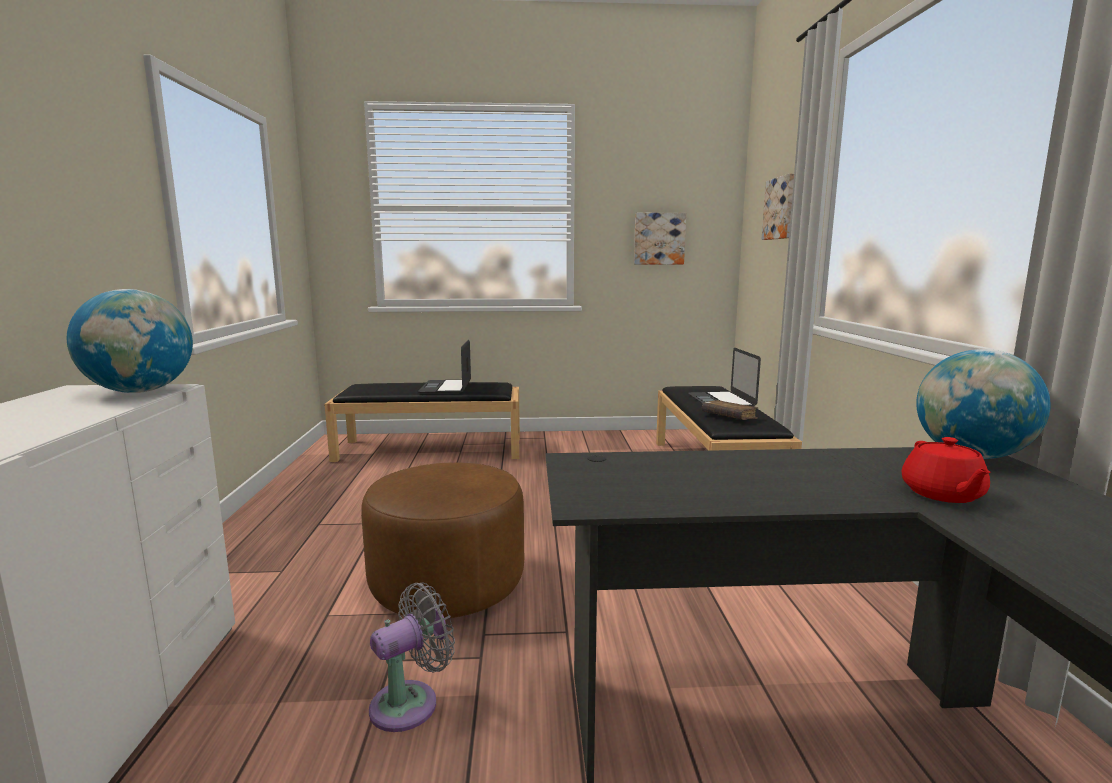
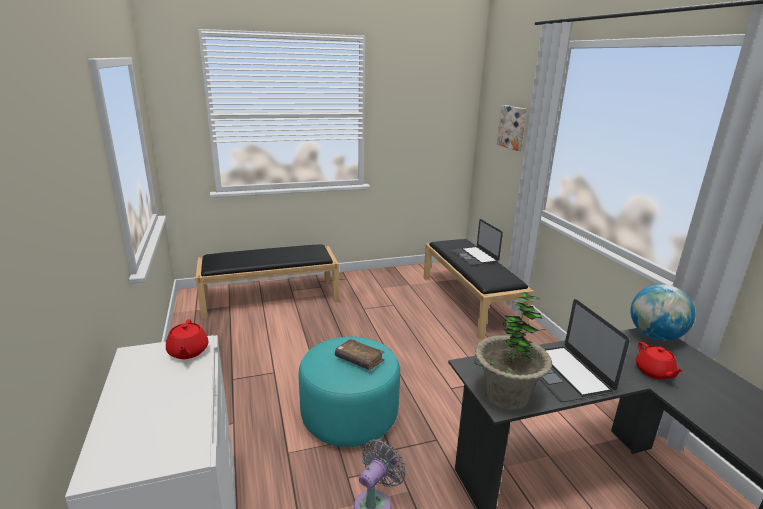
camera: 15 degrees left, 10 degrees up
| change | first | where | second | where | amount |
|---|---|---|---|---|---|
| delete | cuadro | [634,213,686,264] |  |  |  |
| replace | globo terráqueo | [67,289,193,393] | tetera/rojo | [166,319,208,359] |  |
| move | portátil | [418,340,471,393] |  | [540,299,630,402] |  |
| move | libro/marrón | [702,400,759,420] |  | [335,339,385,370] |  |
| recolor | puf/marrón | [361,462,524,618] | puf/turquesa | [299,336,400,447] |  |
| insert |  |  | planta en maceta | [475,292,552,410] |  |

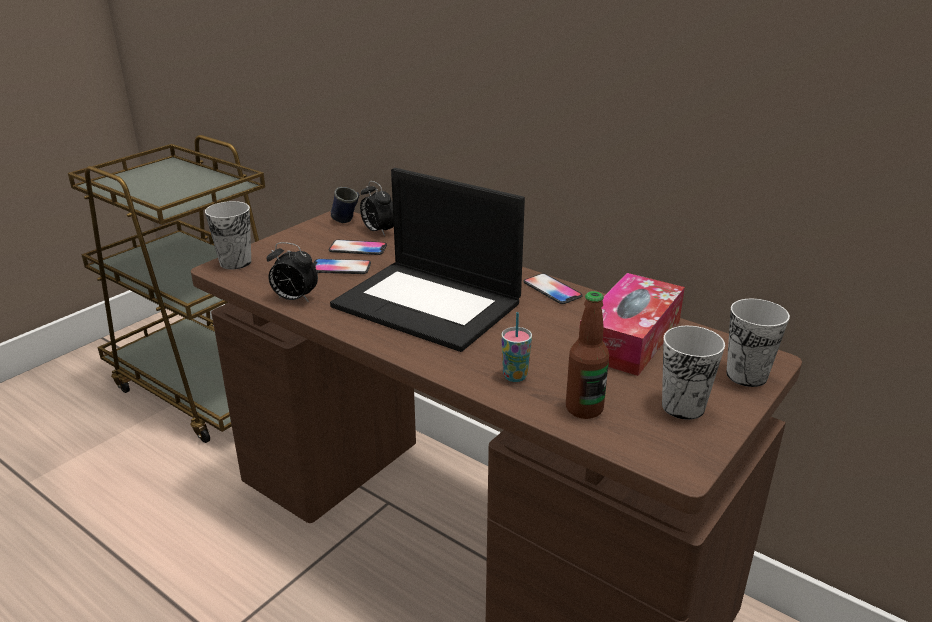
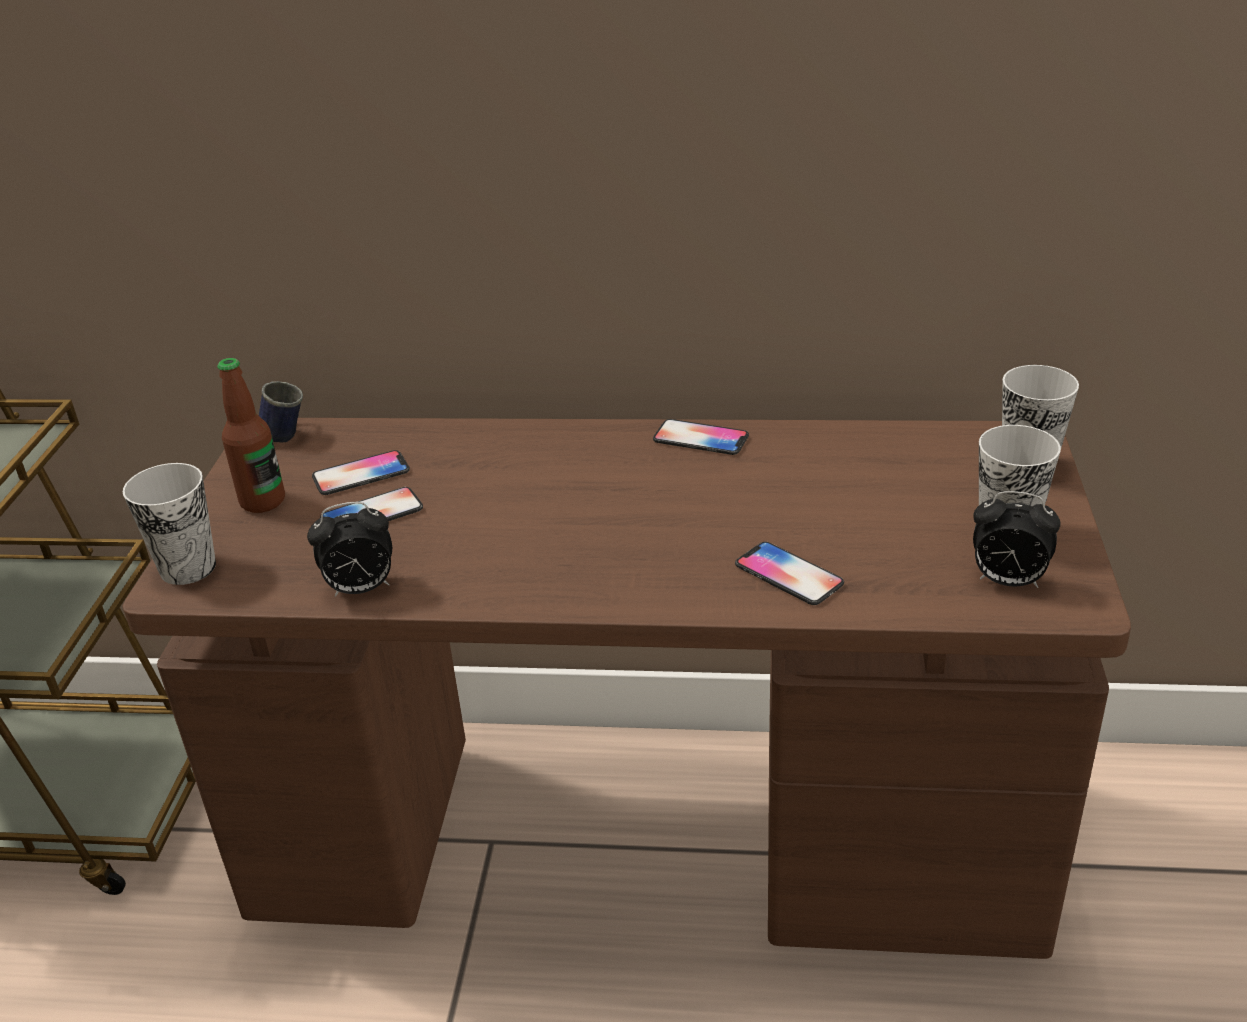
camera: 30 degrees left, 5 degrees up
| change | first | where | second | where | amount |
|---|---|---|---|---|---|
| delete | portátil | [330,168,525,352] |  |  |  |
| move | despertador | [360,181,394,236] |  | [973,491,1060,588] |  |
| delete | caja de pañuelos | [580,273,685,376] |  |  |  |
| move | botella | [566,291,609,419] |  | [217,358,285,513] |  |
| replace | taza | [501,312,532,382] | móvil | [735,542,844,605] |  |

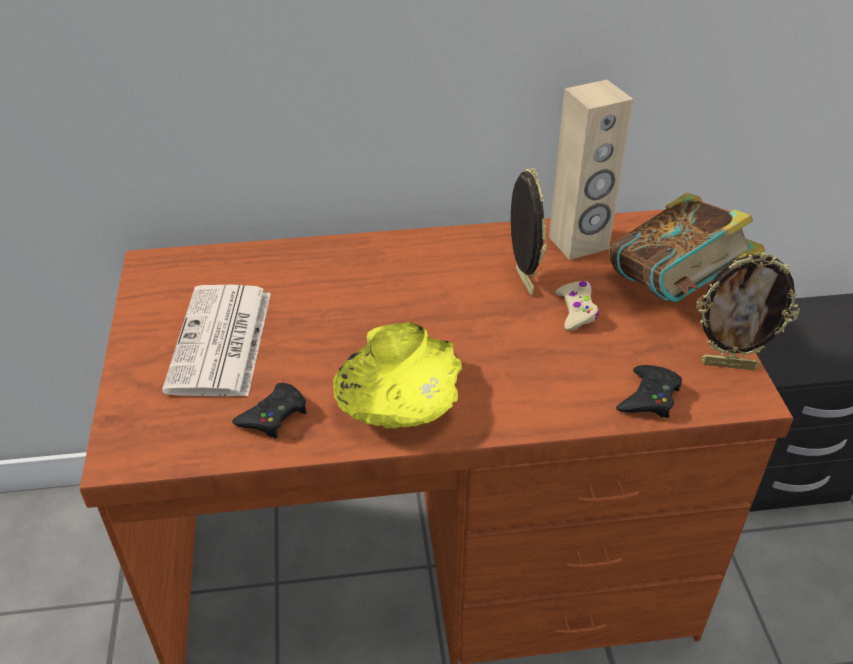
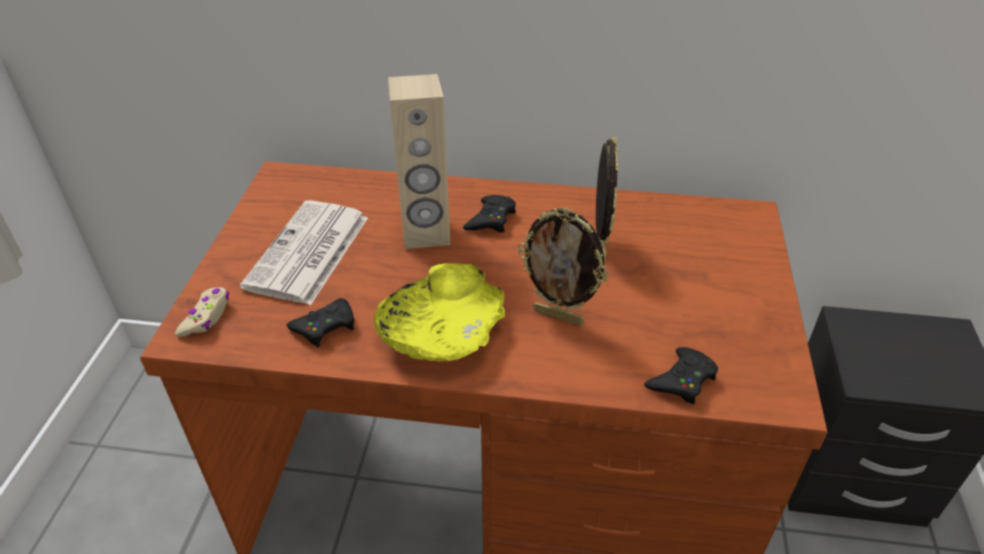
camera: 15 degrees right, 0 degrees up
| change | first | where | second | where | amount |
|---|---|---|---|---|---|
| move | altavoz/beis | [549,80,633,260] |  | [388,74,450,249] |  |
| delete | libro | [609,193,765,302] |  |  |  |
| move | portarretratos | [696,252,800,370] |  | [518,207,609,326] |  |
| move | mando de consola/beis | [556,281,599,331] |  | [175,287,229,337] |  |
| insert |  |  | mando de consola/negro | [463,195,516,232] |  |

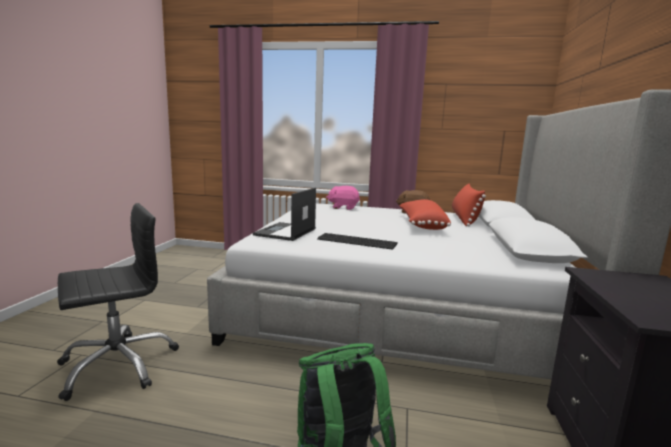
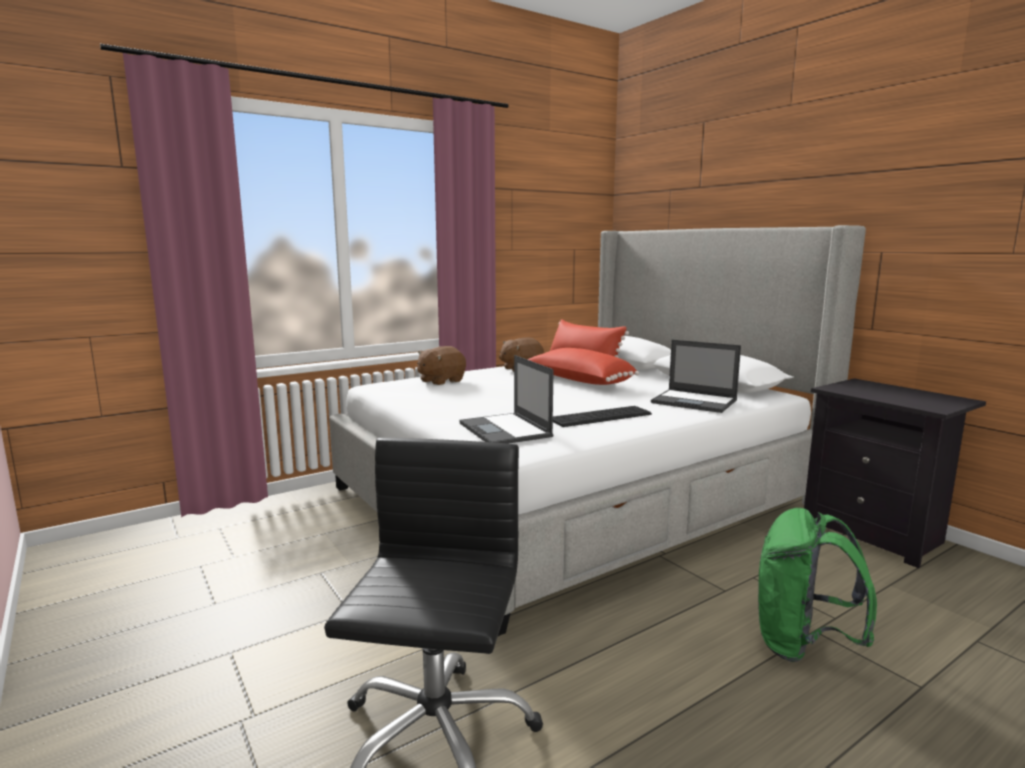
camera: 45 degrees left, 0 degrees up
| change | first | where | second | where | amount |
|---|---|---|---|---|---|
| recolor | peluche/rosa | [326,186,360,210] | peluche/marrón | [417,346,466,385] |  |
| insert |  |  | portátil | [651,340,741,413] |  |

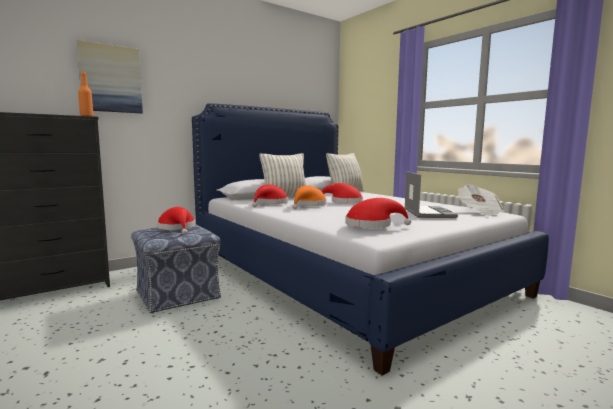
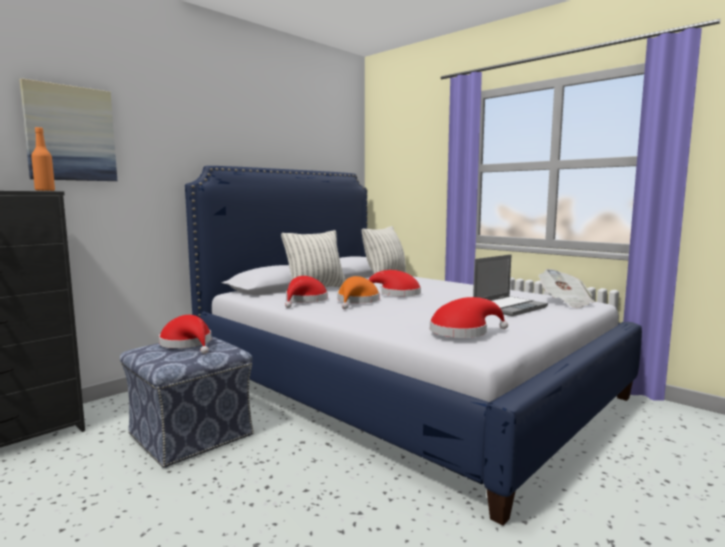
camera: 10 degrees left, 0 degrees up
| change | first | where | second | where | amount |
|---|---|---|---|---|---|
| rotate | portátil | [404,171,458,218] |  | [473,254,548,316] | 60 degrees clockwise |

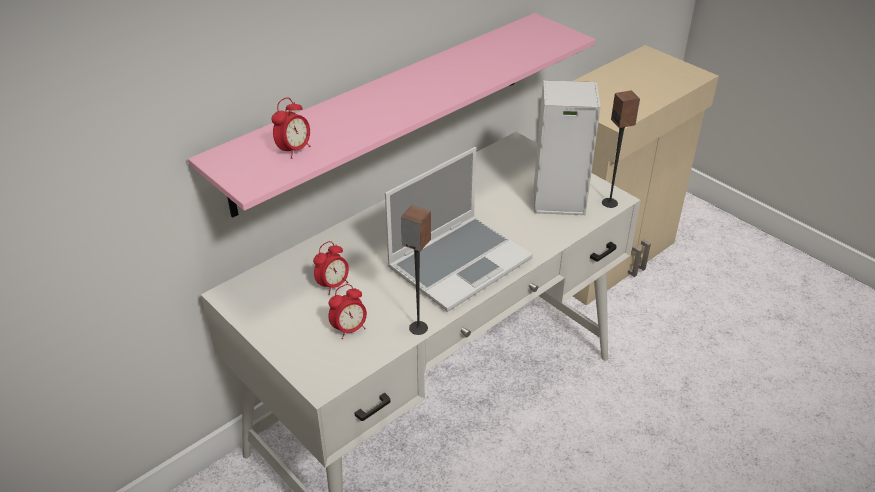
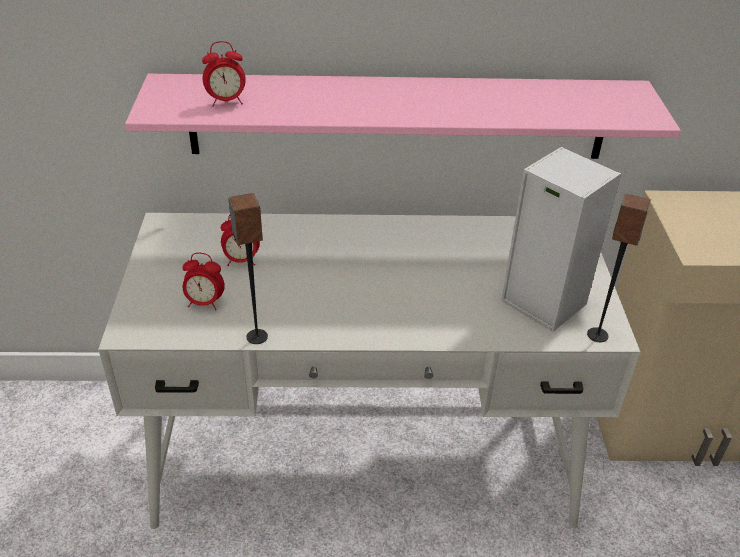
camera: 40 degrees right, 0 degrees up
| change | first | where | second | where | amount |
|---|---|---|---|---|---|
| delete | portátil | [385,147,533,312] |  |  |  |

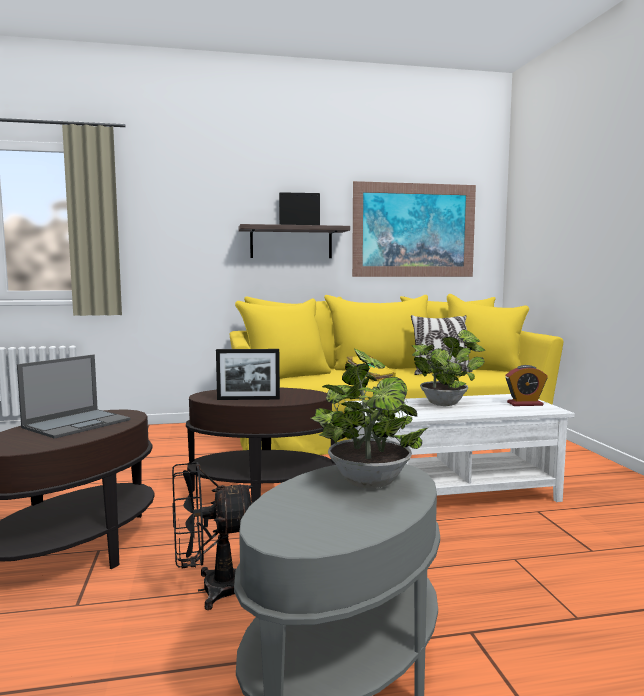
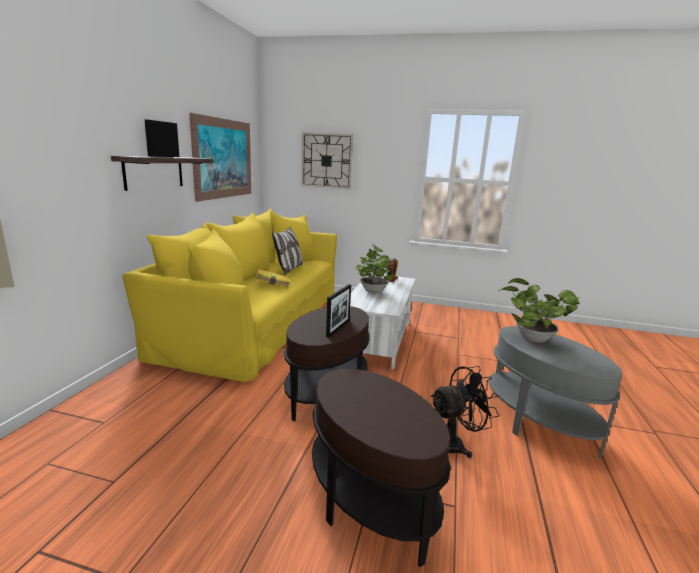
camera: 65 degrees left, 10 degrees up
| change | first | where | second | where | amount |
|---|---|---|---|---|---|
| delete | portátil | [17,354,131,439] |  |  |  |
| rotate | ventilador/negro | [172,462,254,610] |  | [431,366,499,458] | 120 degrees counterclockwise |
| insert |  |  | reloj de pared | [301,132,353,190] |  |

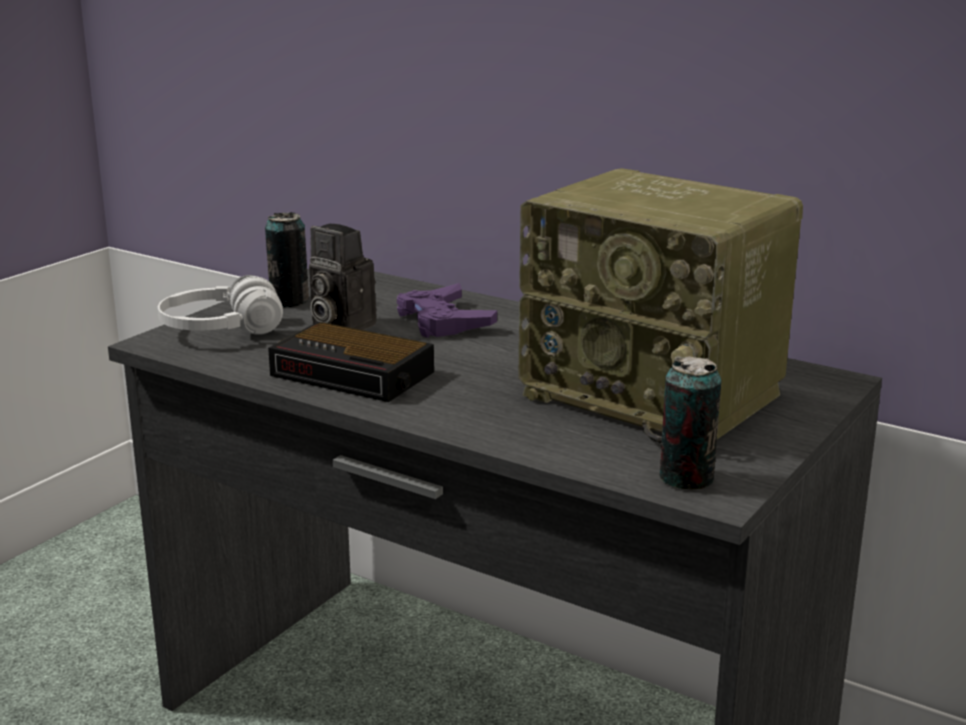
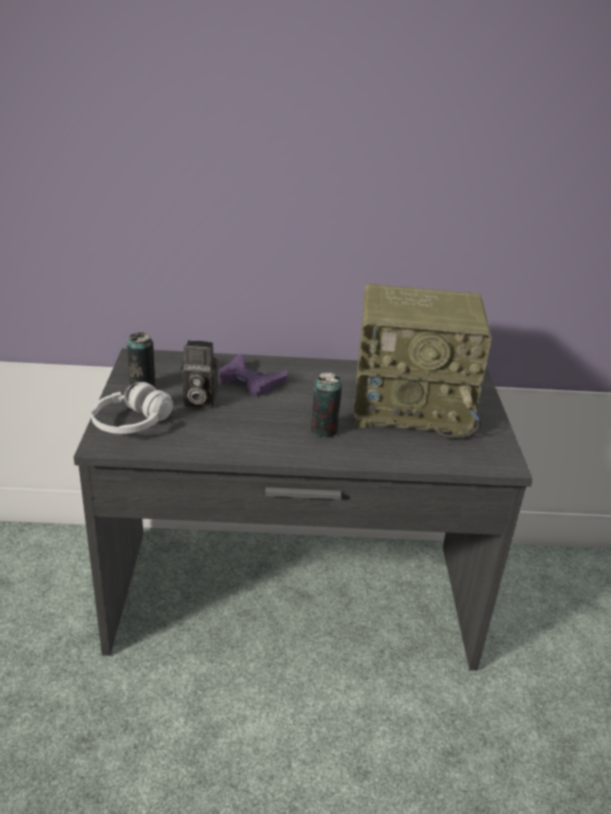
camera: 35 degrees left, 10 degrees up
| change | first | where | second | where | amount |
|---|---|---|---|---|---|
| delete | despertador | [268,322,434,402] |  |  |  |
| move | lata | [660,356,721,489] |  | [311,372,342,438] |  |

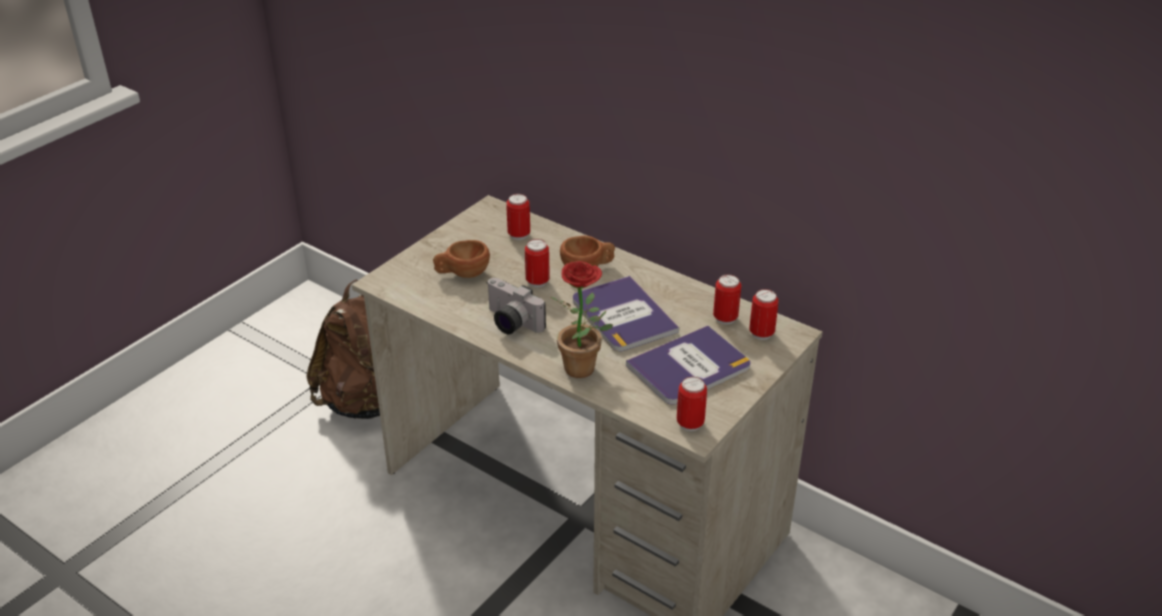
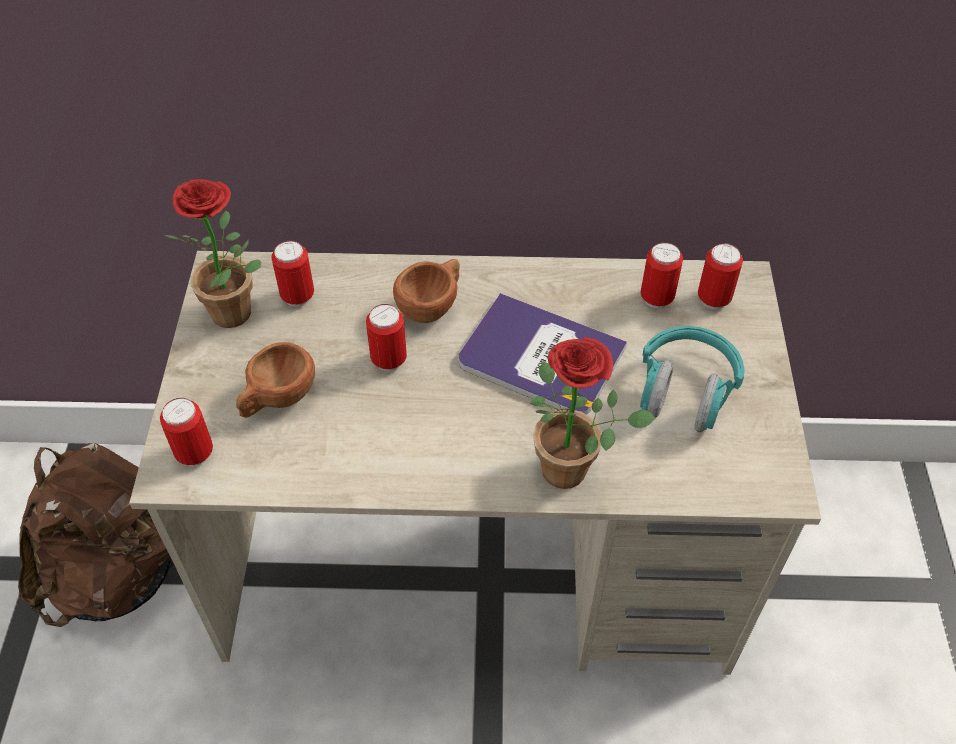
camera: 35 degrees left, 15 degrees up
| change | first | where | second | where | amount |
|---|---|---|---|---|---|
| delete | cámara | [487,278,546,334] |  |  |  |
| replace | libro | [626,326,751,405] | auriculares/turquesa | [640,326,745,432] |  |
| move | lata | [677,377,707,431] |  | [160,398,213,466] |  |
| insert |  |  | planta en maceta | [164,179,261,328] |  |

